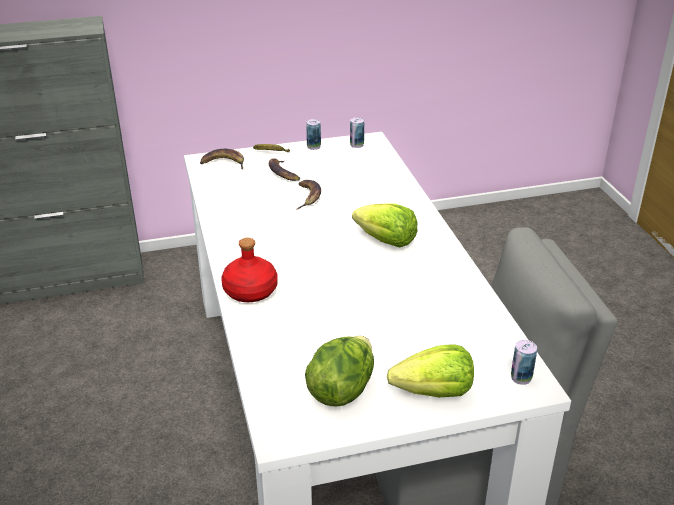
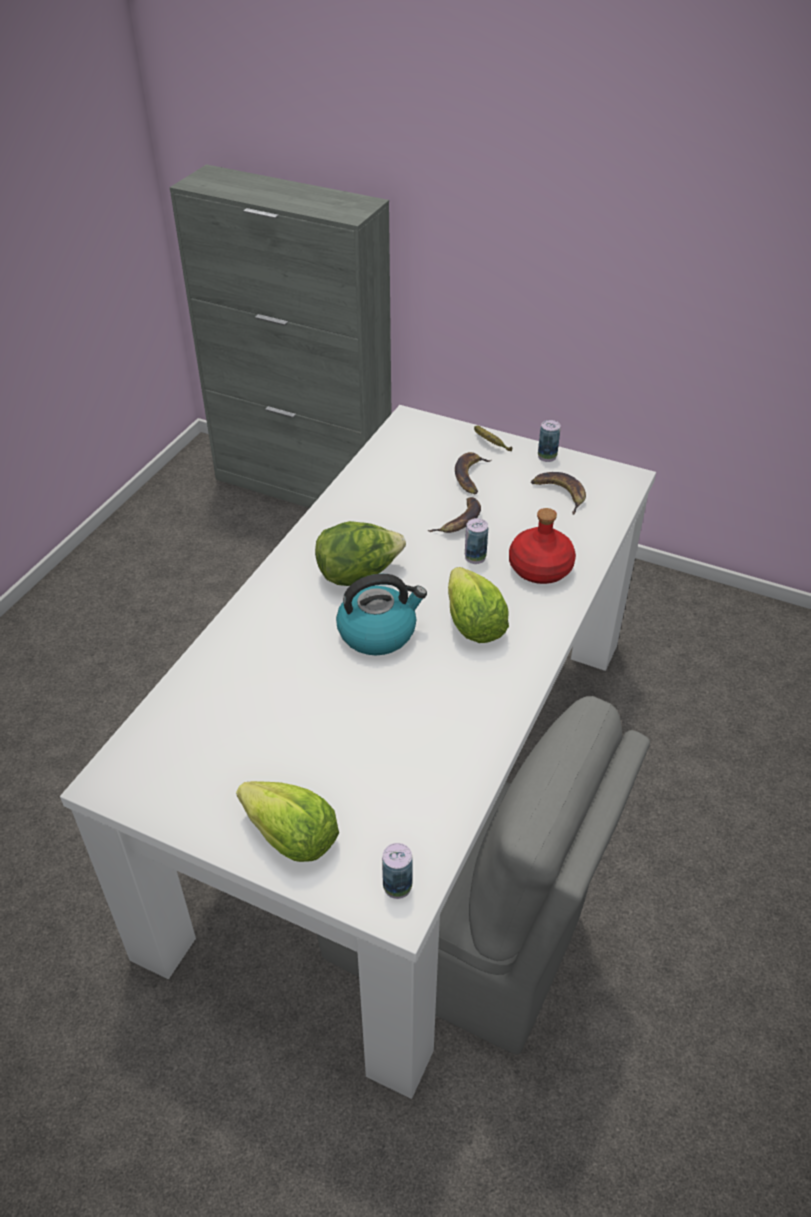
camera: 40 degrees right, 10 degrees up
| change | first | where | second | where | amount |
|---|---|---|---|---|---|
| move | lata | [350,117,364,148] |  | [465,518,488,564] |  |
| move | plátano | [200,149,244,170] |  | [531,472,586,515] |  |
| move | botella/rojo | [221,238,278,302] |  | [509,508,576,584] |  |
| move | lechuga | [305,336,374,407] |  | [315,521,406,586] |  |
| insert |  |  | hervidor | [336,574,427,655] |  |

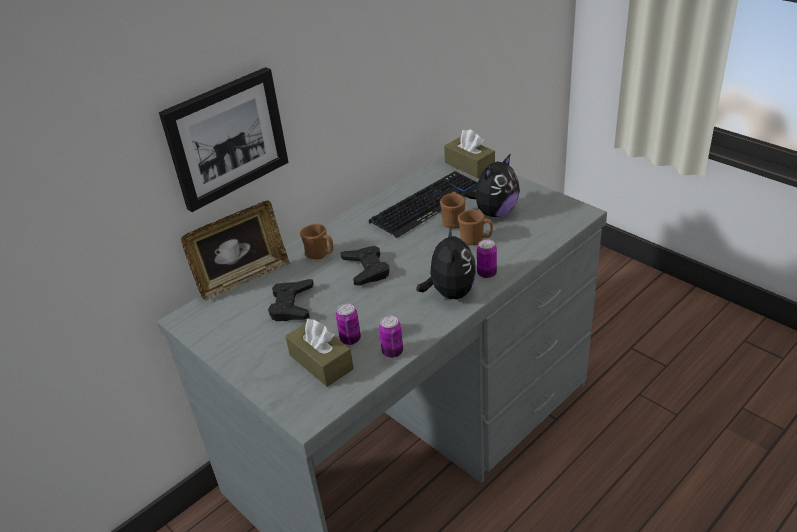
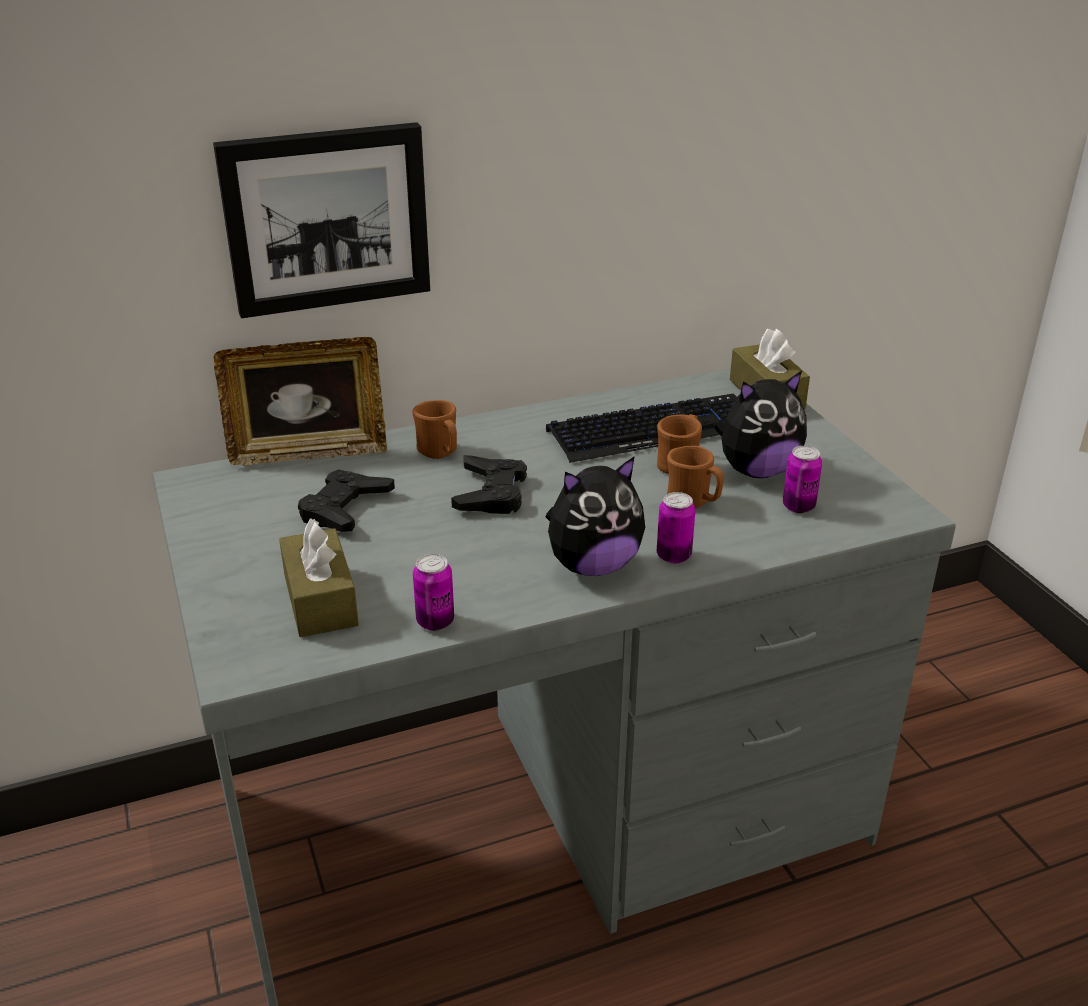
camera: 20 degrees right, 5 degrees down
| change | first | where | second | where | amount |
|---|---|---|---|---|---|
| rotate | peluche | [417,225,477,299] |  | [546,456,645,576] | 45 degrees clockwise |
| move | lata | [336,303,361,345] |  | [783,446,822,513] |  |

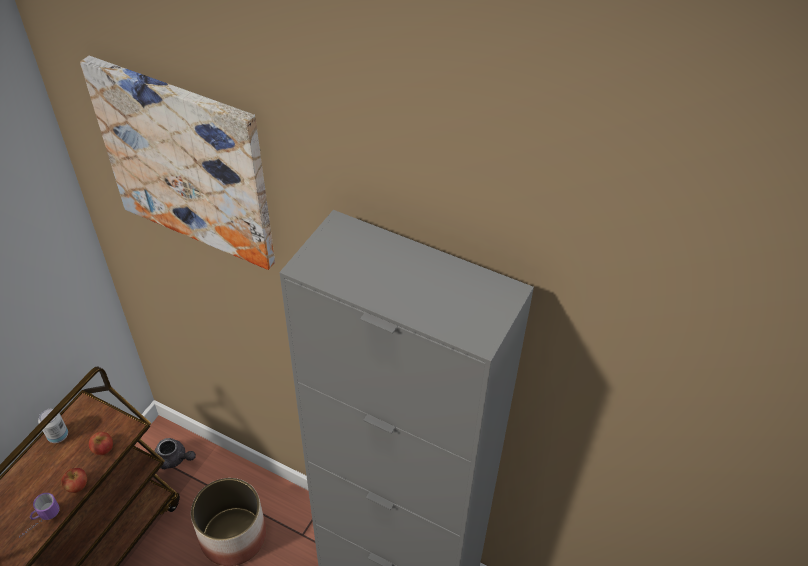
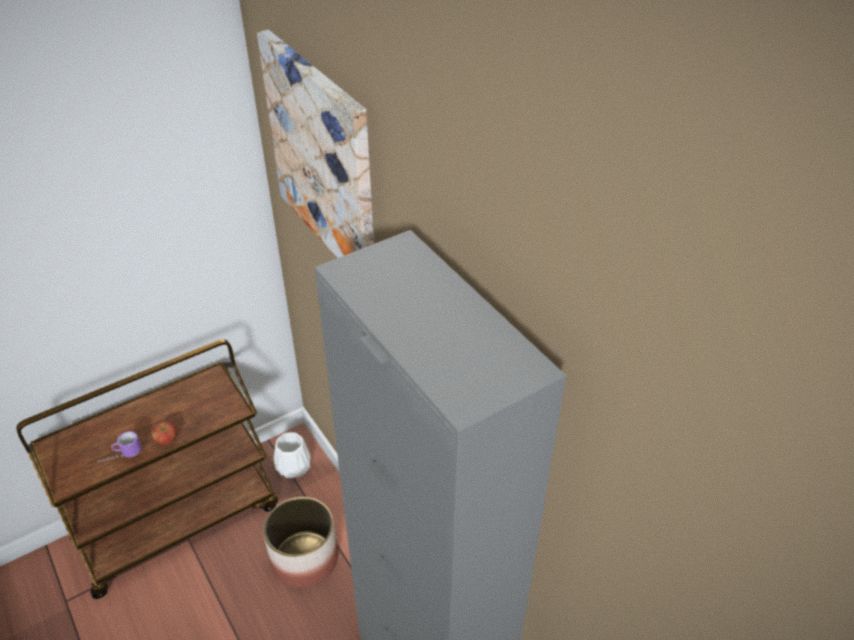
camera: 30 degrees right, 5 degrees down
| change | first | where | second | where | amount |
|---|---|---|---|---|---|
| delete | lata | [38,409,68,443] |  |  |  |
| delete | manzana | [89,432,113,455] |  |  |  |
| replace | tetera/gris | [155,438,196,469] | florero/blanco | [274,432,311,478] |  |

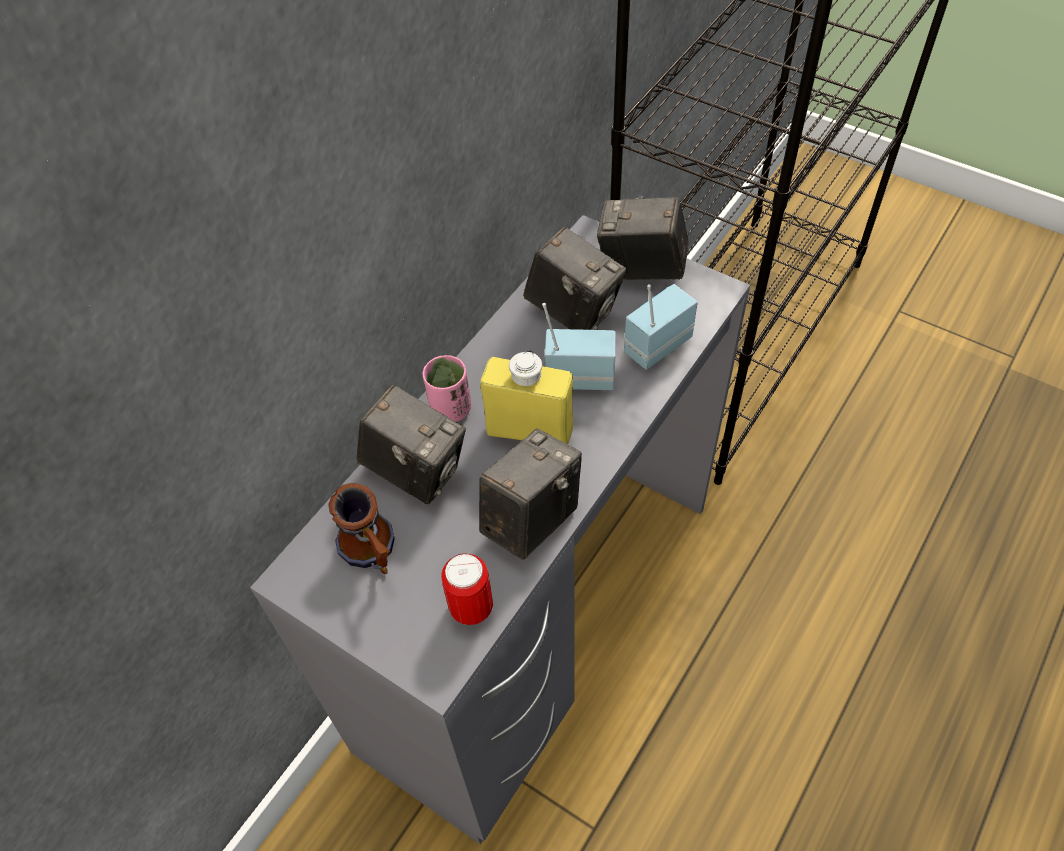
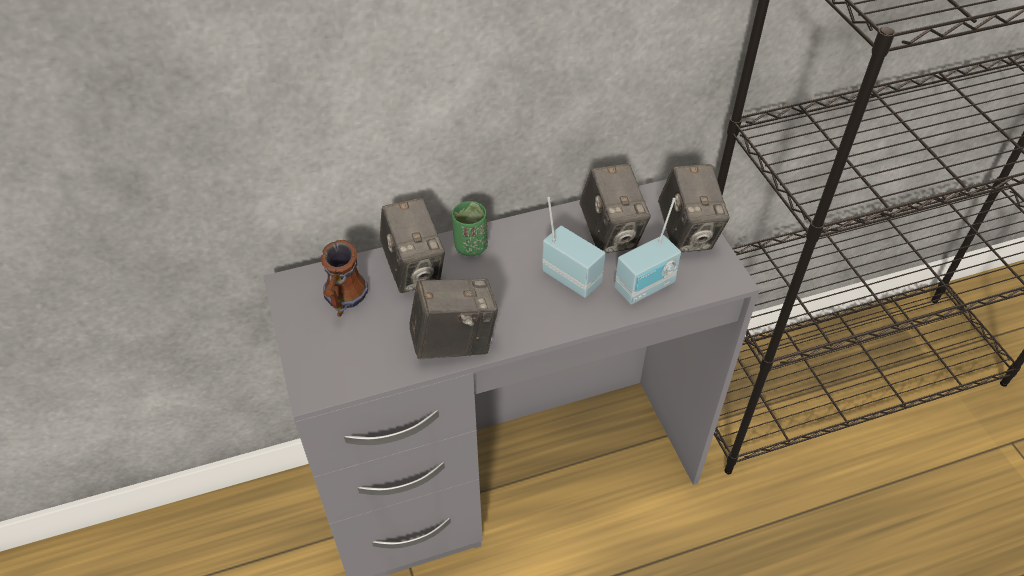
camera: 35 degrees right, 5 degrees down
| change | first | where | second | where | amount |
|---|---|---|---|---|---|
| rotate | cámara | [597,196,689,280] |  | [658,164,730,252] | 150 degrees counterclockwise |
| rotate | radio | [624,284,698,370] |  | [614,198,681,304] | 150 degrees clockwise |
| delete | botella/amarillo | [480,350,573,444] |  |  |  |
| recolor | taza/rosa | [422,355,471,422] | taza/verde | [452,201,488,256] |  |
| delete | lata | [441,553,493,625] |  |  |  |

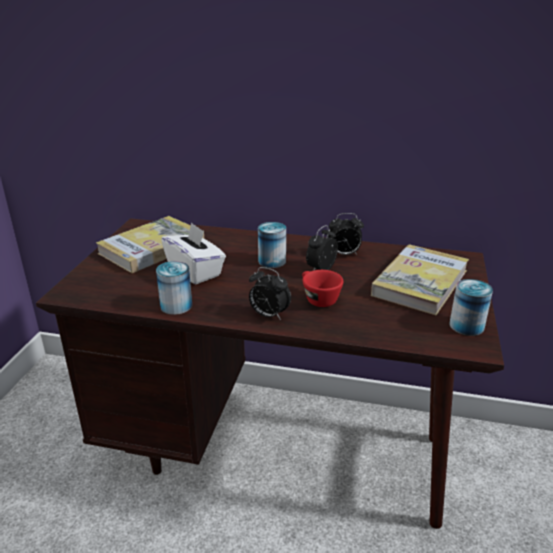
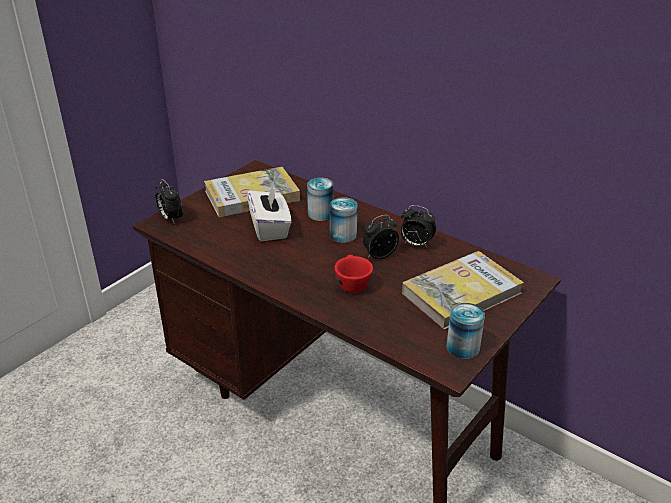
camera: 25 degrees right, 5 degrees up
| change | first | where | second | where | amount |
|---|---|---|---|---|---|
| move | lata | [156,261,192,315] |  | [307,178,334,221] |  |
| move | despertador | [249,267,291,320] |  | [155,179,183,224] |  |

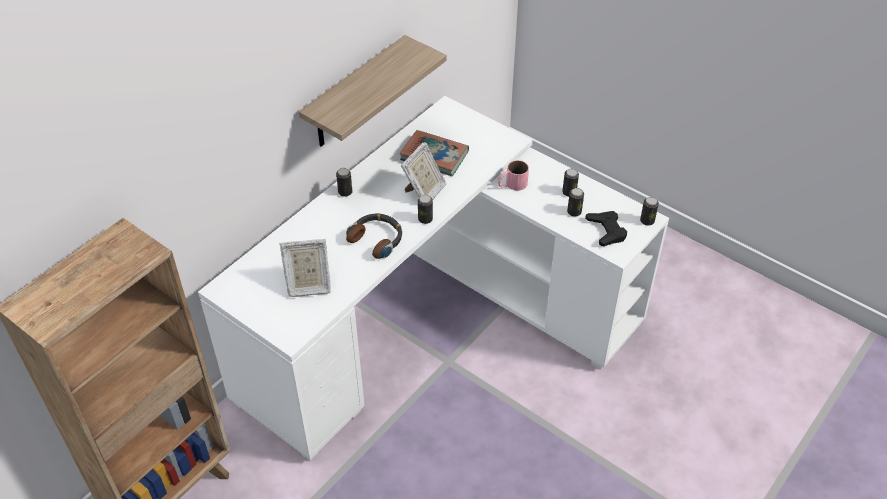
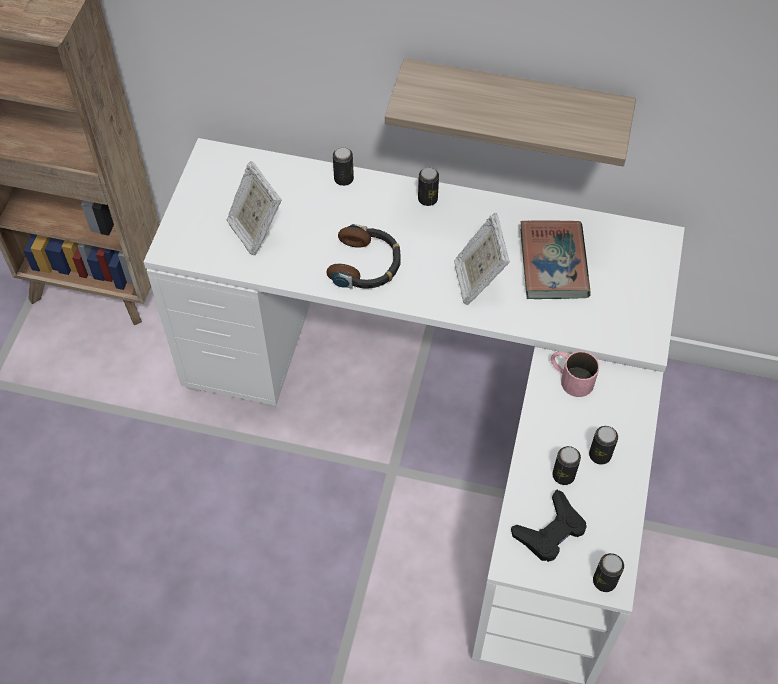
camera: 65 degrees right, 10 degrees up
| change | first | where | second | where | amount |
|---|---|---|---|---|---|
| rotate | portarretratos | [401,142,447,199] |  | [454,213,510,305] | 75 degrees clockwise |
| move | lata | [418,195,433,224] |  | [333,147,354,186] |  |

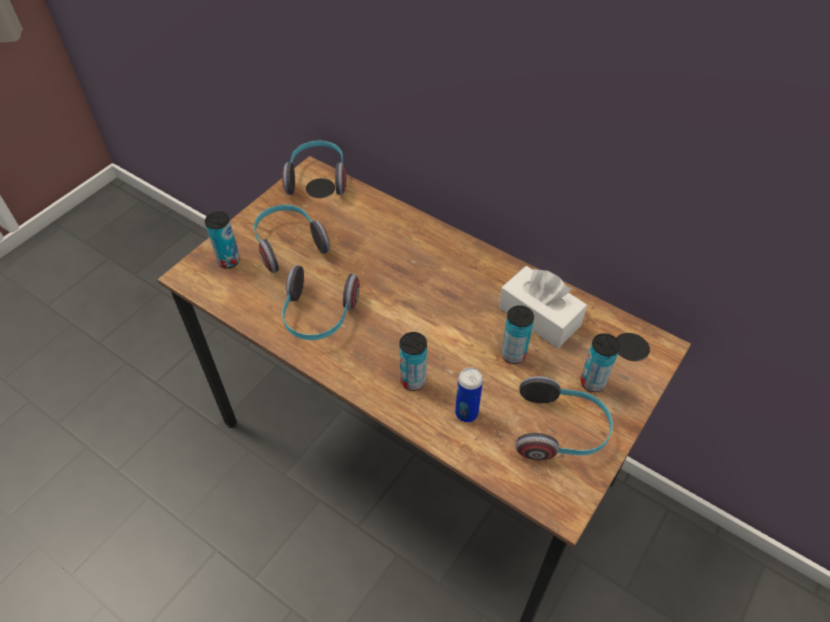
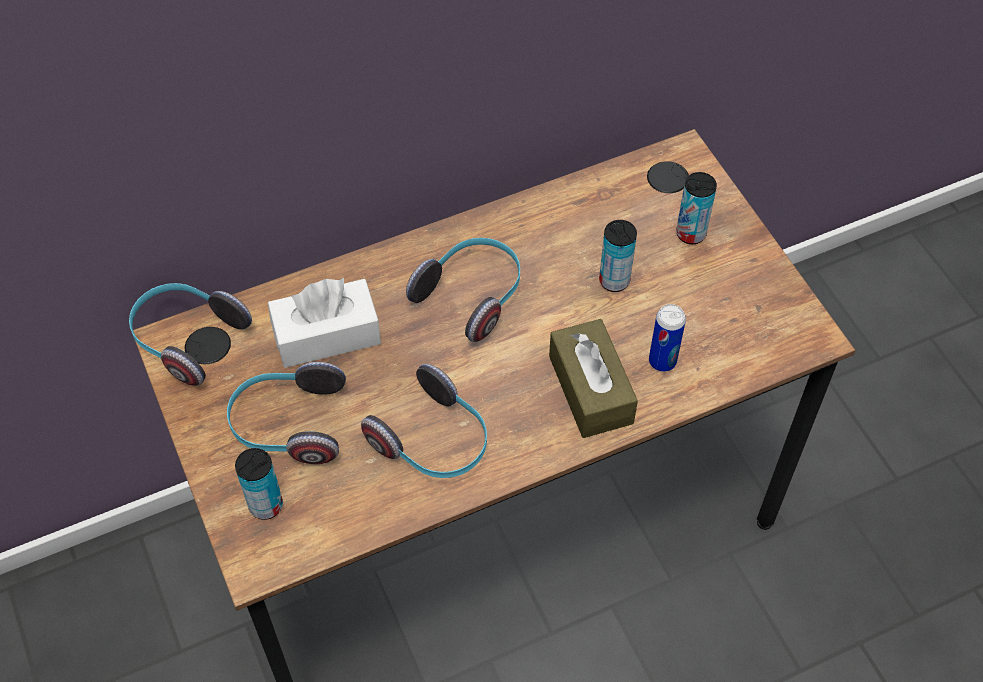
camera: 60 degrees left, 5 degrees up
| change | first | where | second | where | amount |
|---|---|---|---|---|---|
| move | caja de pañuelos/blanco | [499,266,587,348] |  | [268,278,381,368] |  |
| replace | lata | [399,332,427,391] | caja de pañuelos/marrón | [549,319,638,438] |  |
| move | auriculares | [516,376,613,460] |  | [406,238,520,342] |  |

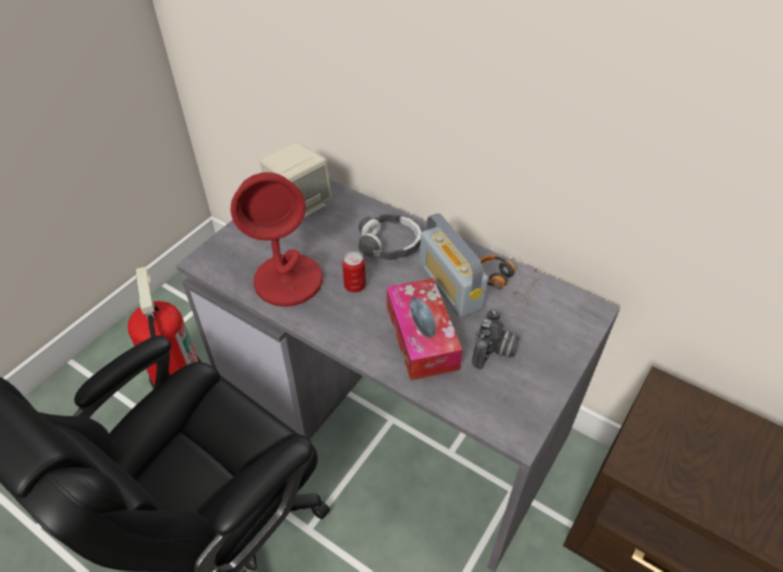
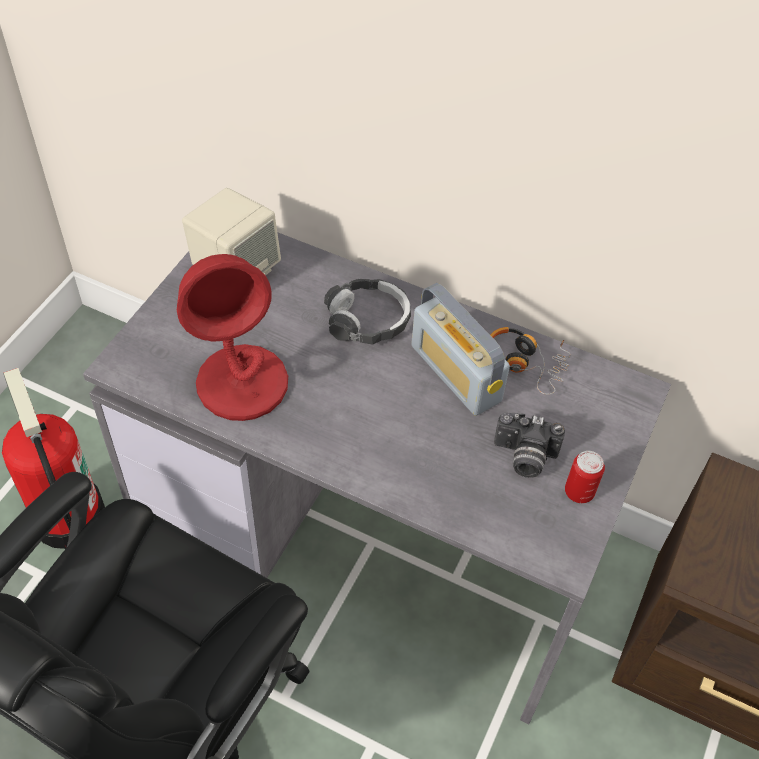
camera: 10 degrees left, 5 degrees up
| change | first | where | second | where | amount |
|---|---|---|---|---|---|
| move | lata | [342,252,366,293] |  | [565,451,605,503] |  |
| delete | caja de pañuelos | [387,278,463,380] |  |  |  |
| rotate | cámara | [472,309,520,369] |  | [494,412,565,478] | 90 degrees clockwise |

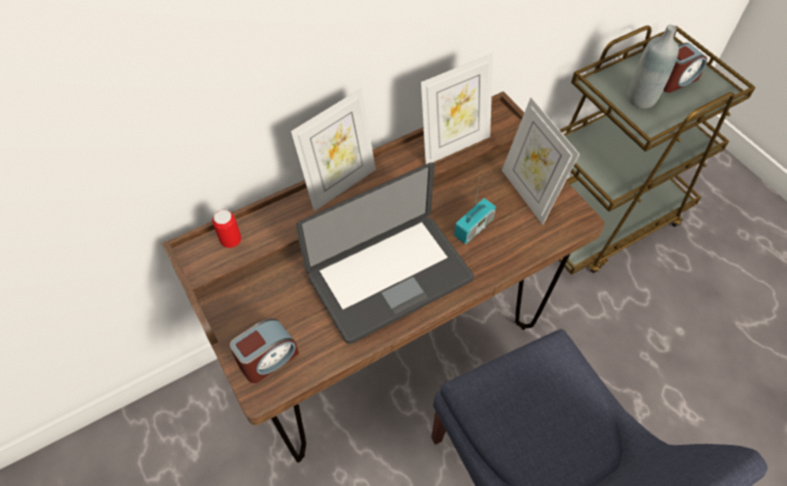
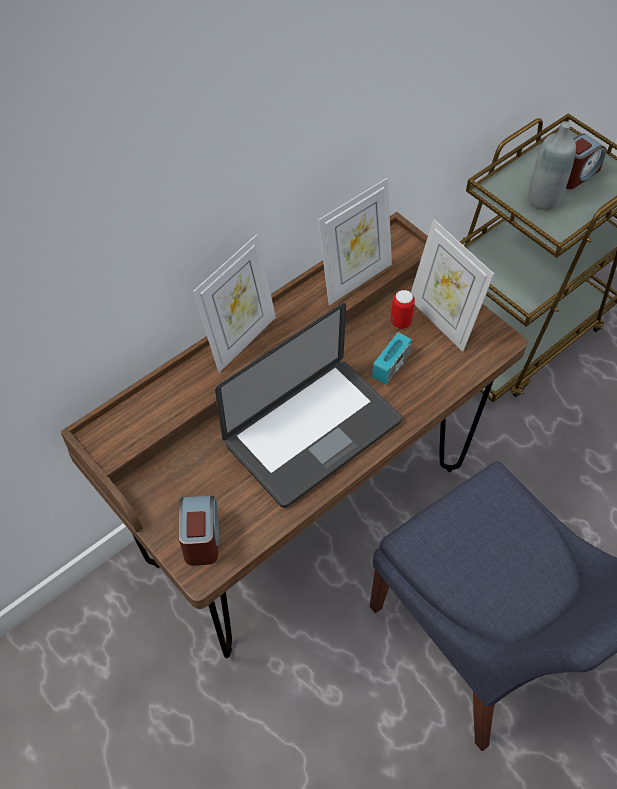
camera: 10 degrees left, 0 degrees up
| change | first | where | second | where | amount |
|---|---|---|---|---|---|
| move | lata | [212,210,241,248] |  | [390,290,415,329] |  |
| rotate | despertador | [230,318,299,383] |  | [178,495,219,566] | 45 degrees counterclockwise |

